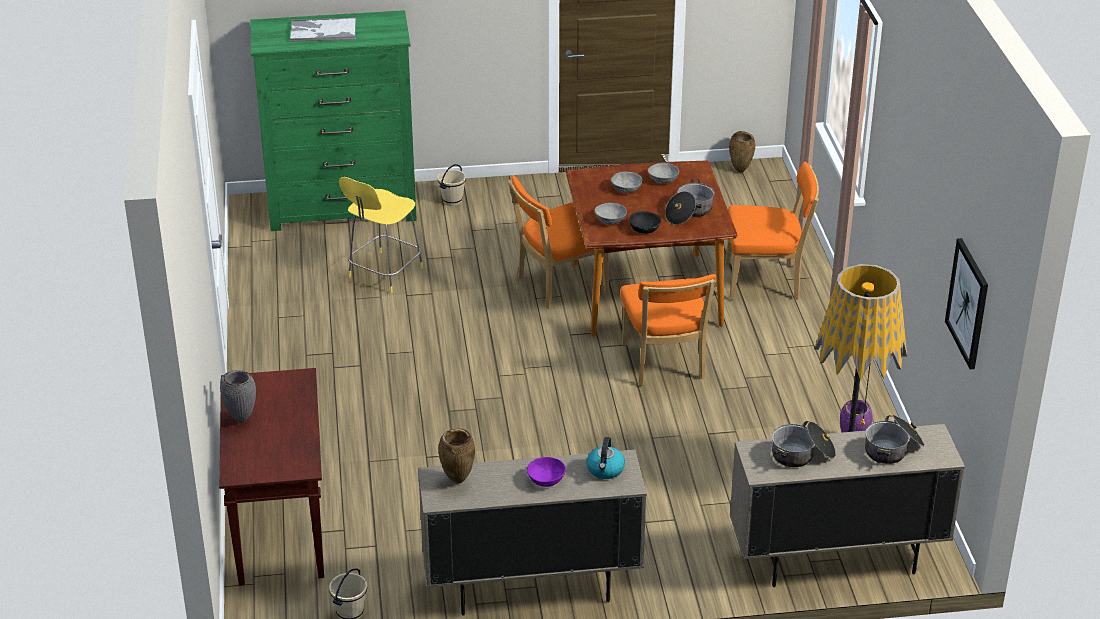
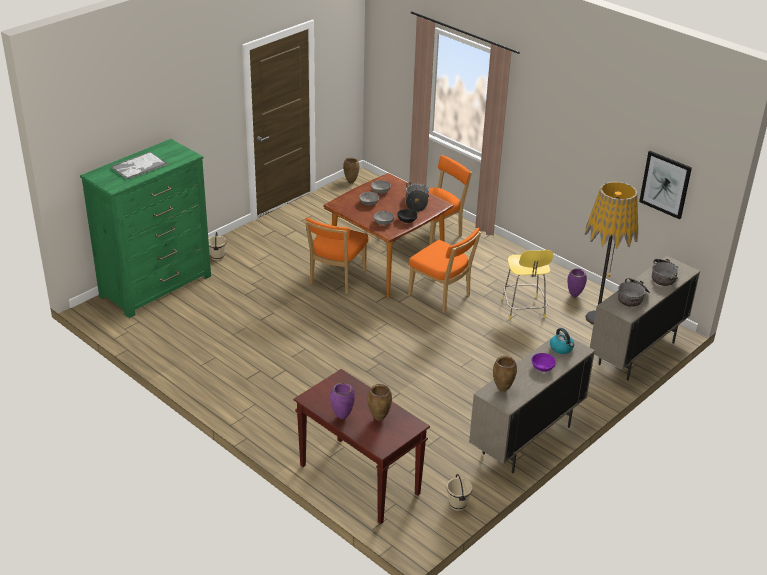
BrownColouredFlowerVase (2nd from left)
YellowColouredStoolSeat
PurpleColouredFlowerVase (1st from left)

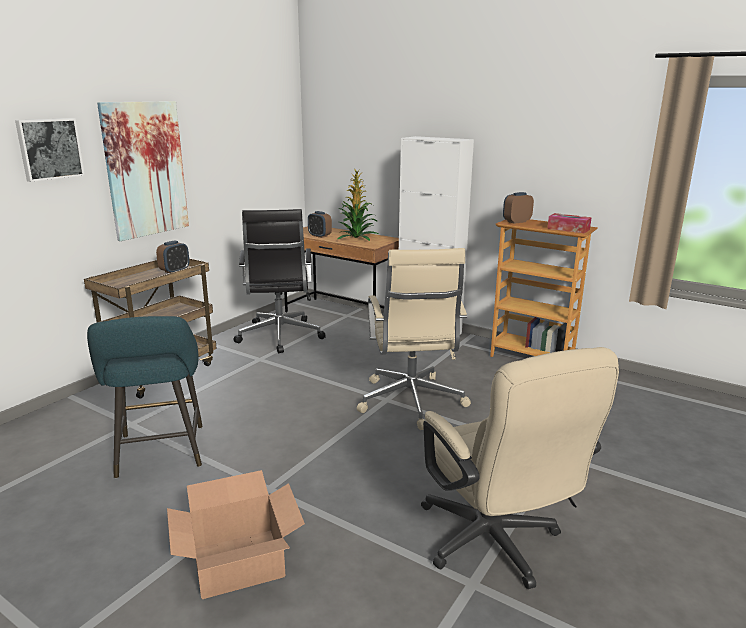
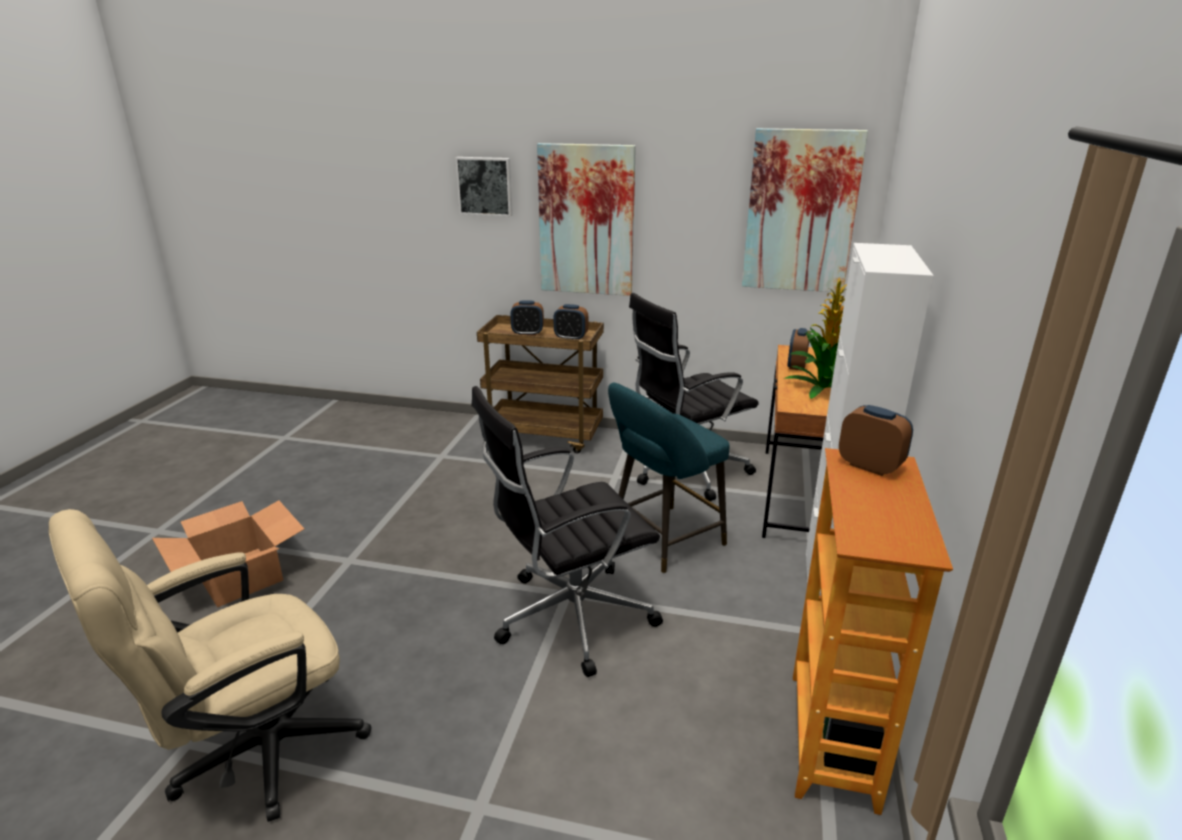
TissueHolder
TableClock (1st from left)
WallArt (3rd from left)
TurquoiseColouredStoolSeat
BlackColouredDeskChair (1st from left)

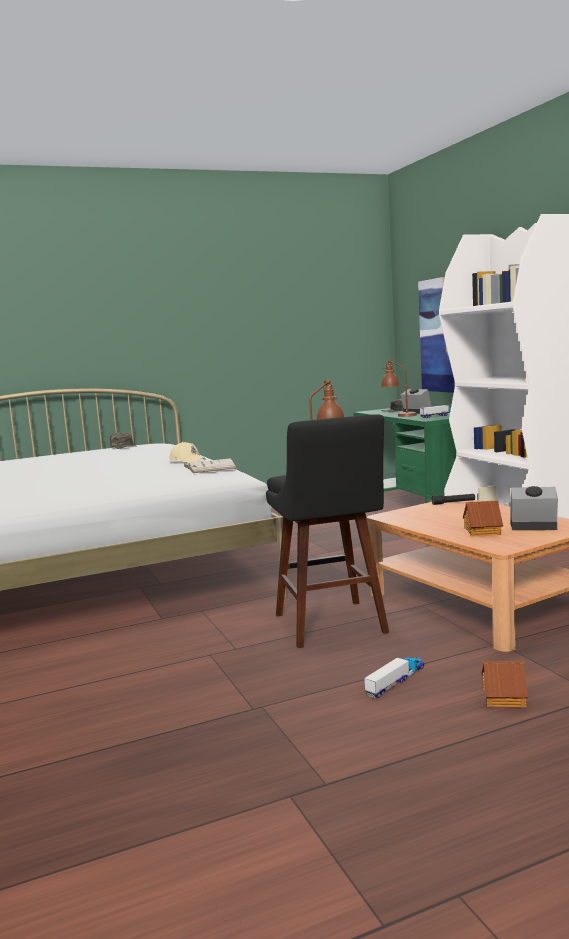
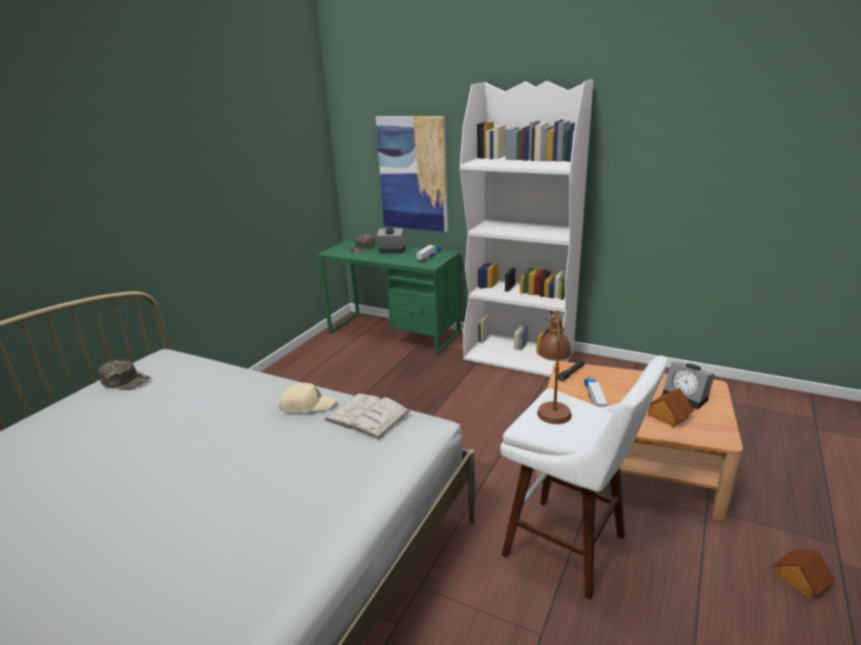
BrownColouredTableLamp (2nd from left in the first image)
ToyTruck (2nd from left)
WhiteStoolSeat
TableClock (2nd from left)

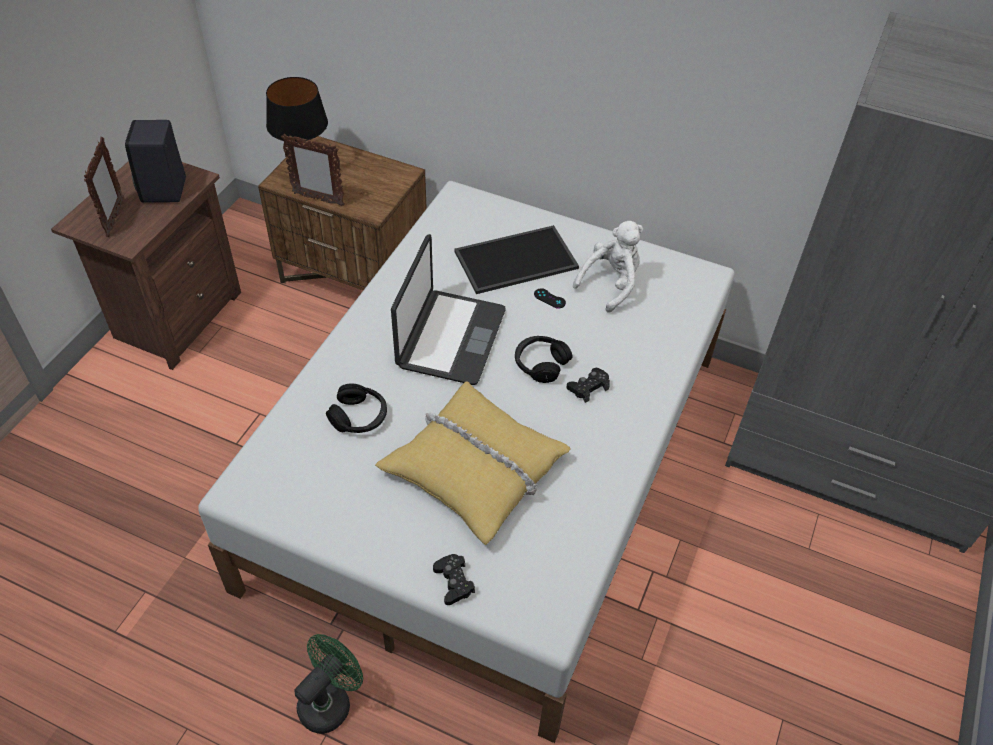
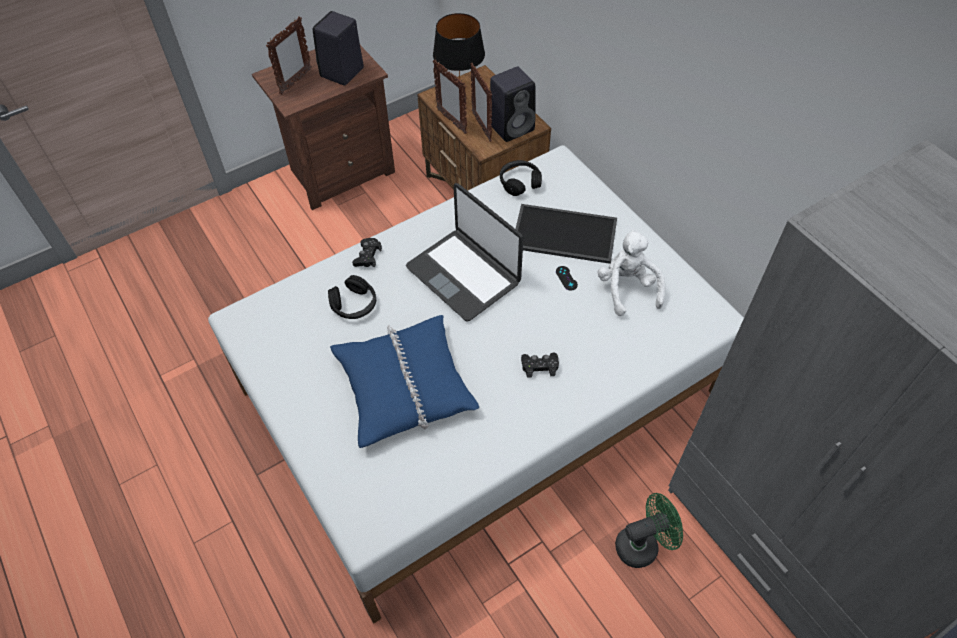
PhotoFrame (3rd from left)
BlackColouredLoudspeaker (2nd from left)
GreenishCoolingFan
BlackColouredGameController (1st from left)
BlackColouredHeadphones (2nd from left)
BlueThrowPillow
PortableComputer
WhiteSoftToy

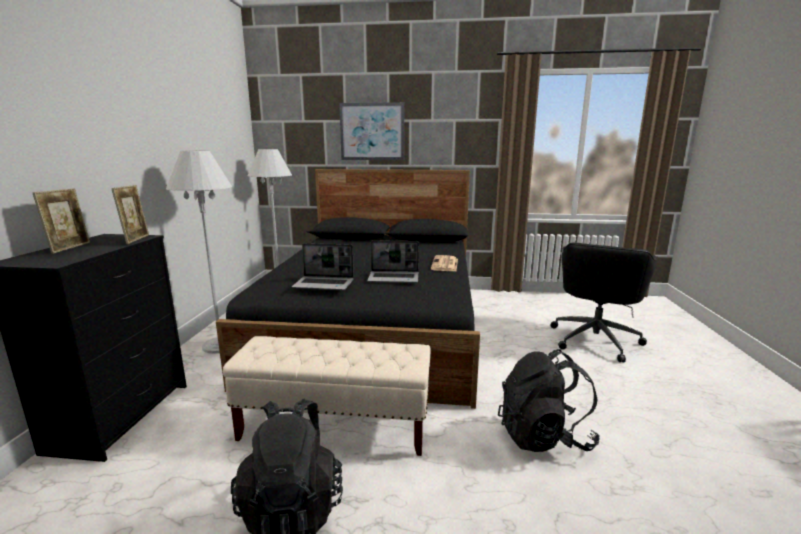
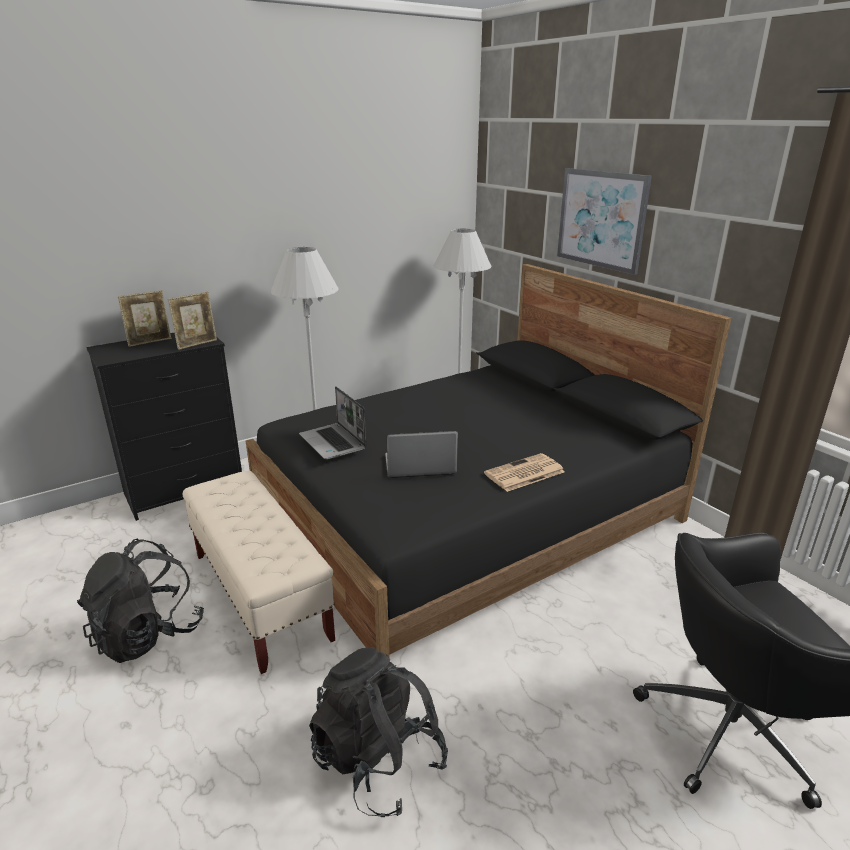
PortableComputer (2nd from left)

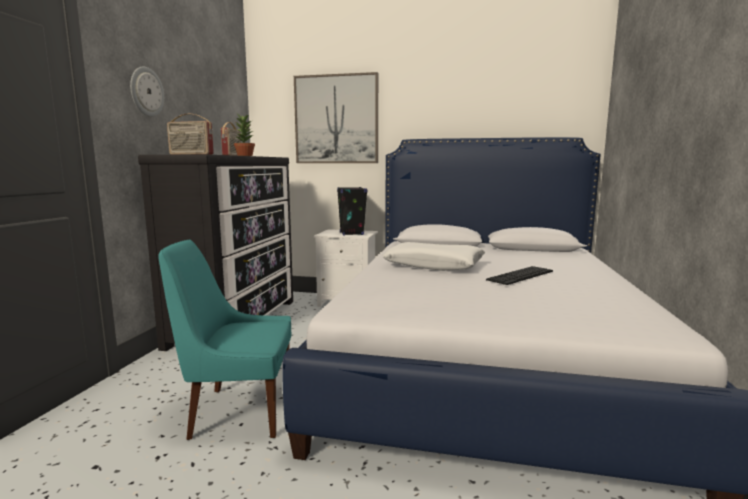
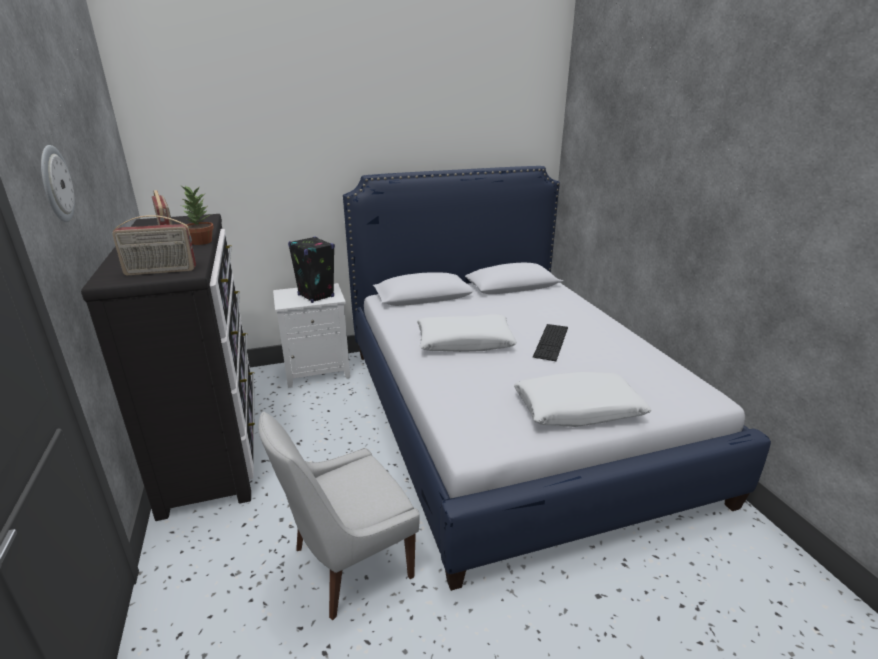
WallArt
WhiteThrowPillow (2nd from left)
WhiteUprightChair

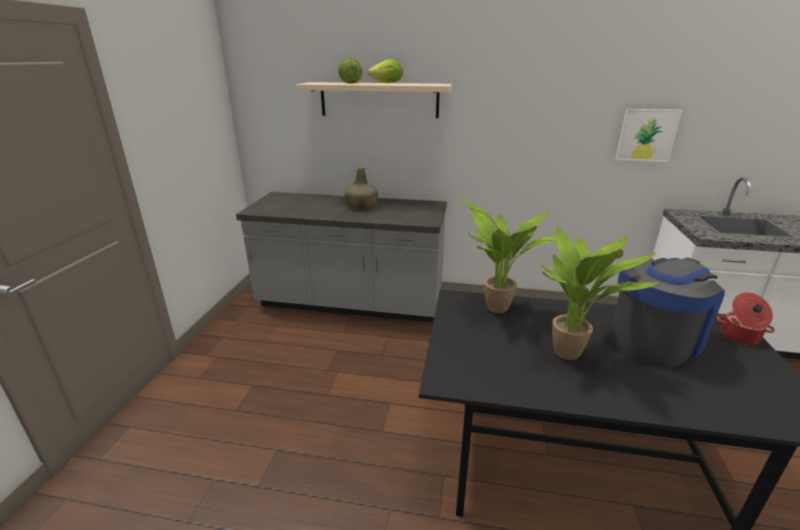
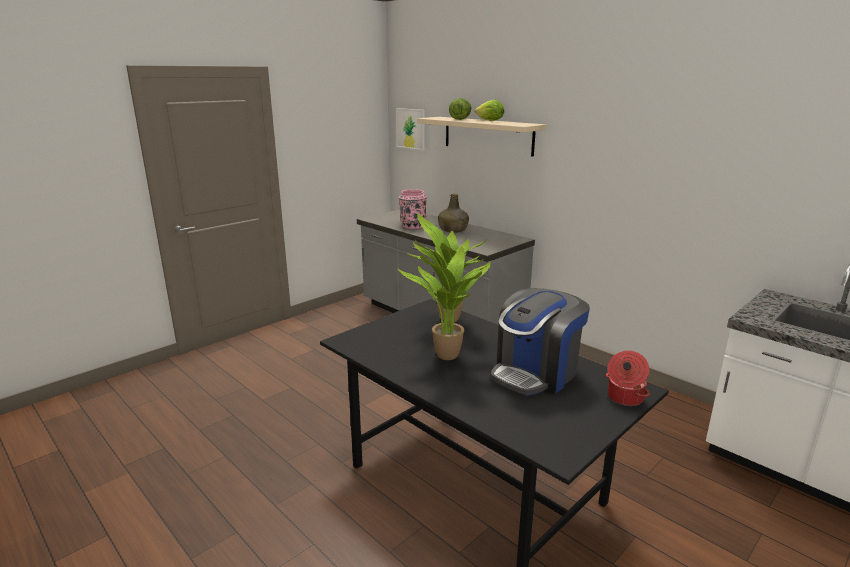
PinkishFlowerVase
WallArt
CoffeeMachine

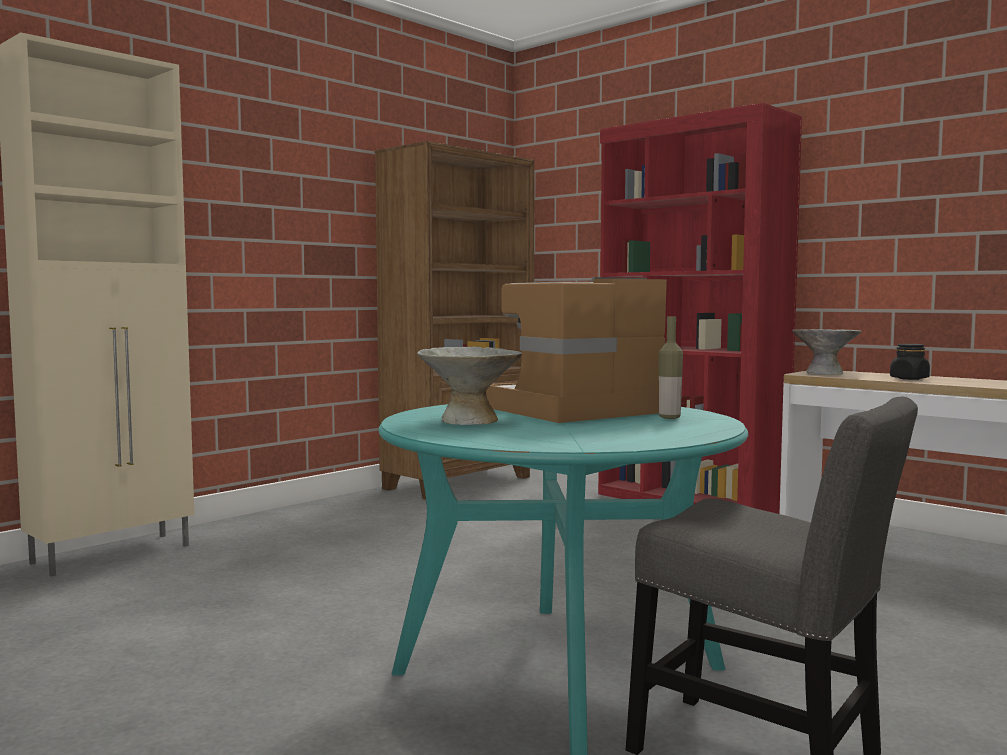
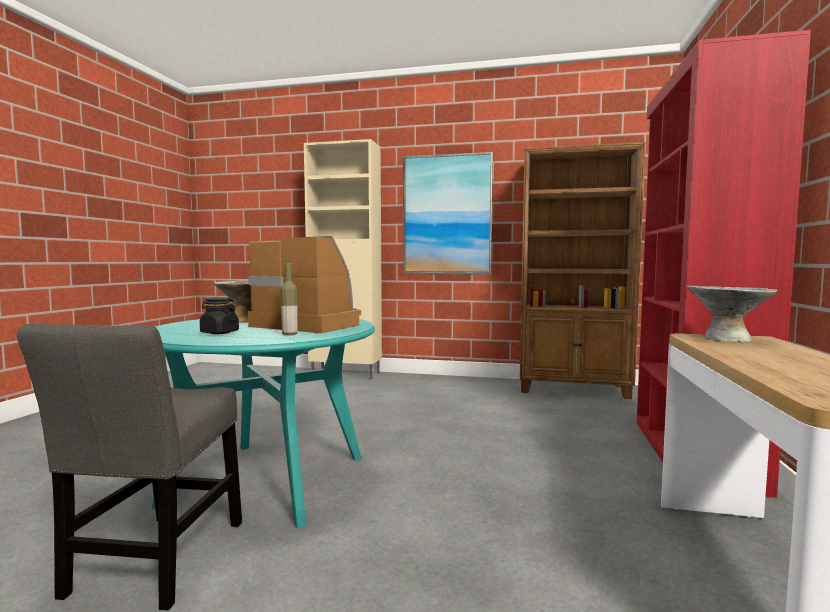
WallArt
BlackColouredStorageJar

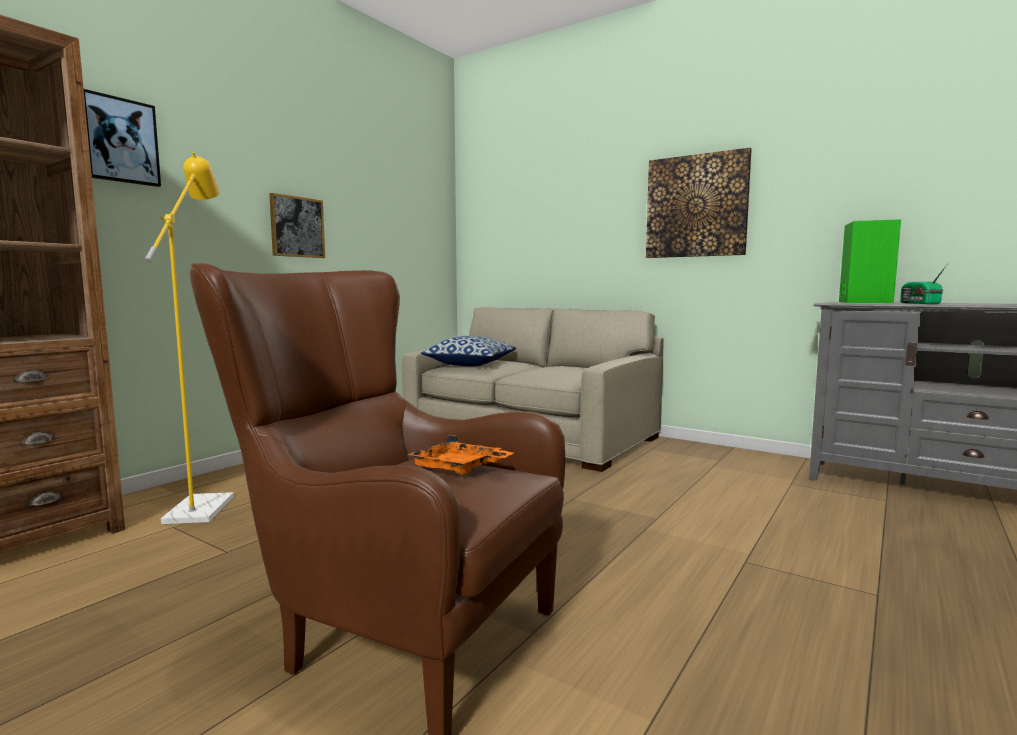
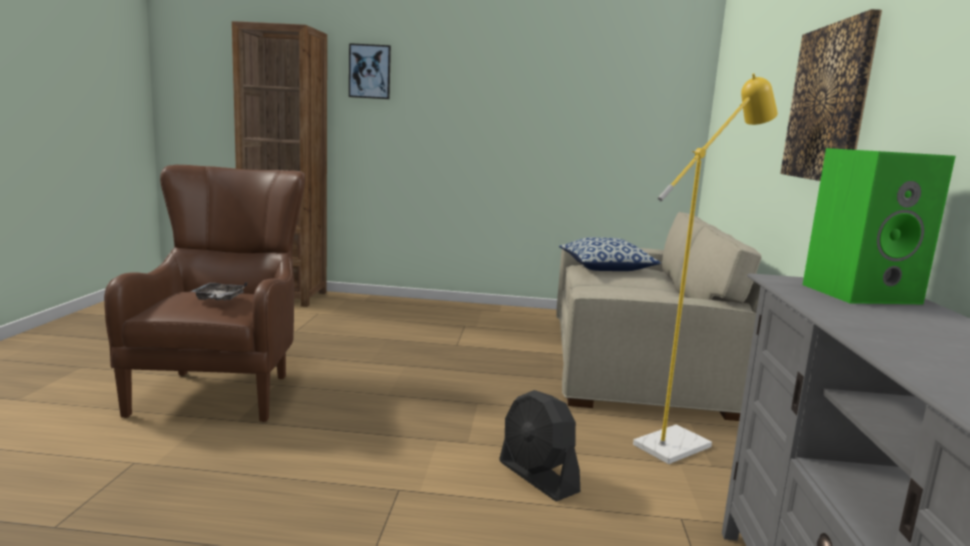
WallArt (2nd from left in the first image)
RadioSet
BlackColouredCoolingFan
YellowColouredFloorLamp
GreyTray

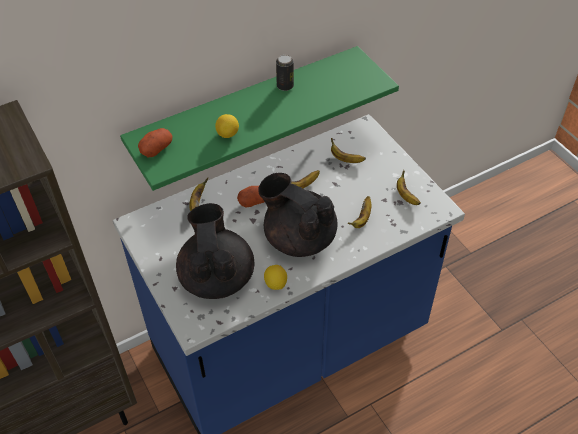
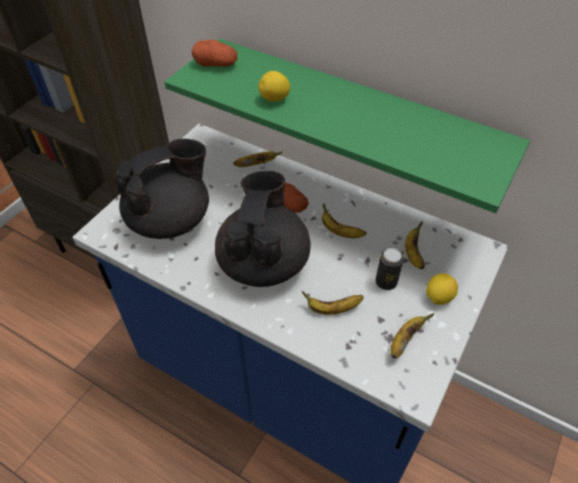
Lemon (2nd from left)
Can

